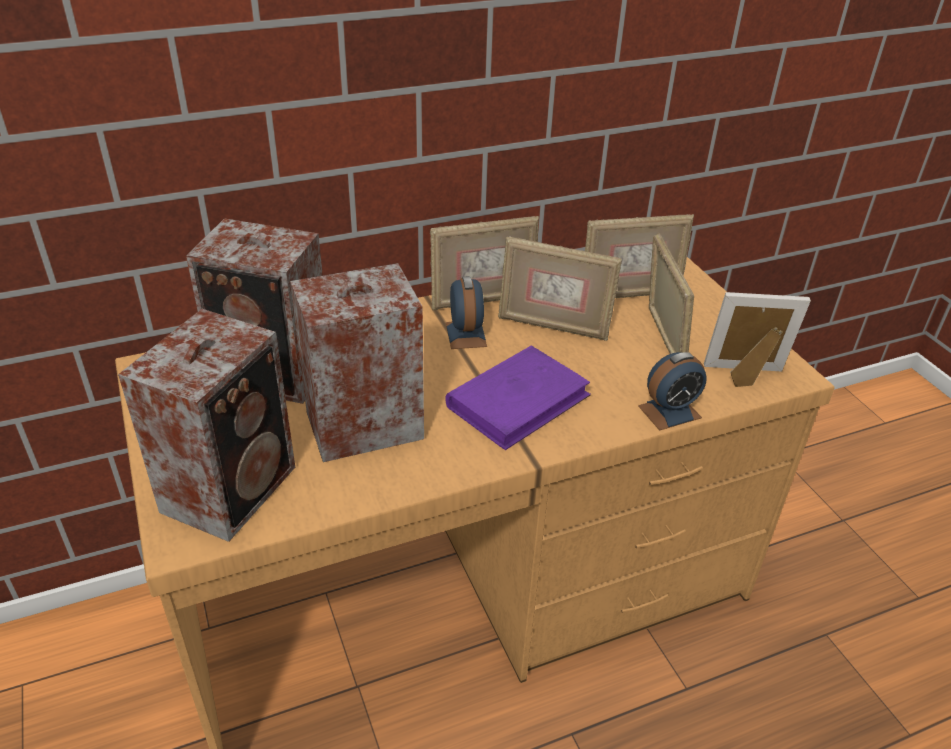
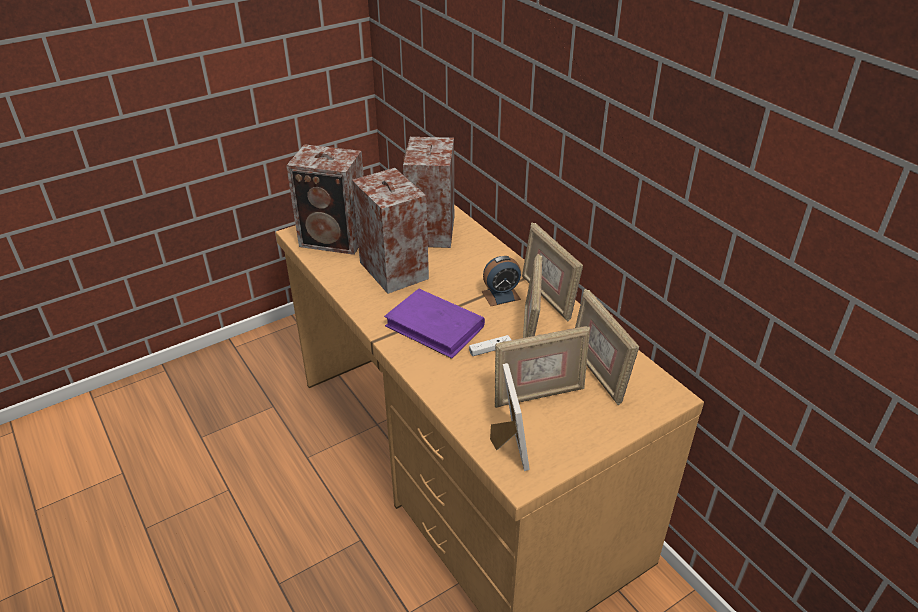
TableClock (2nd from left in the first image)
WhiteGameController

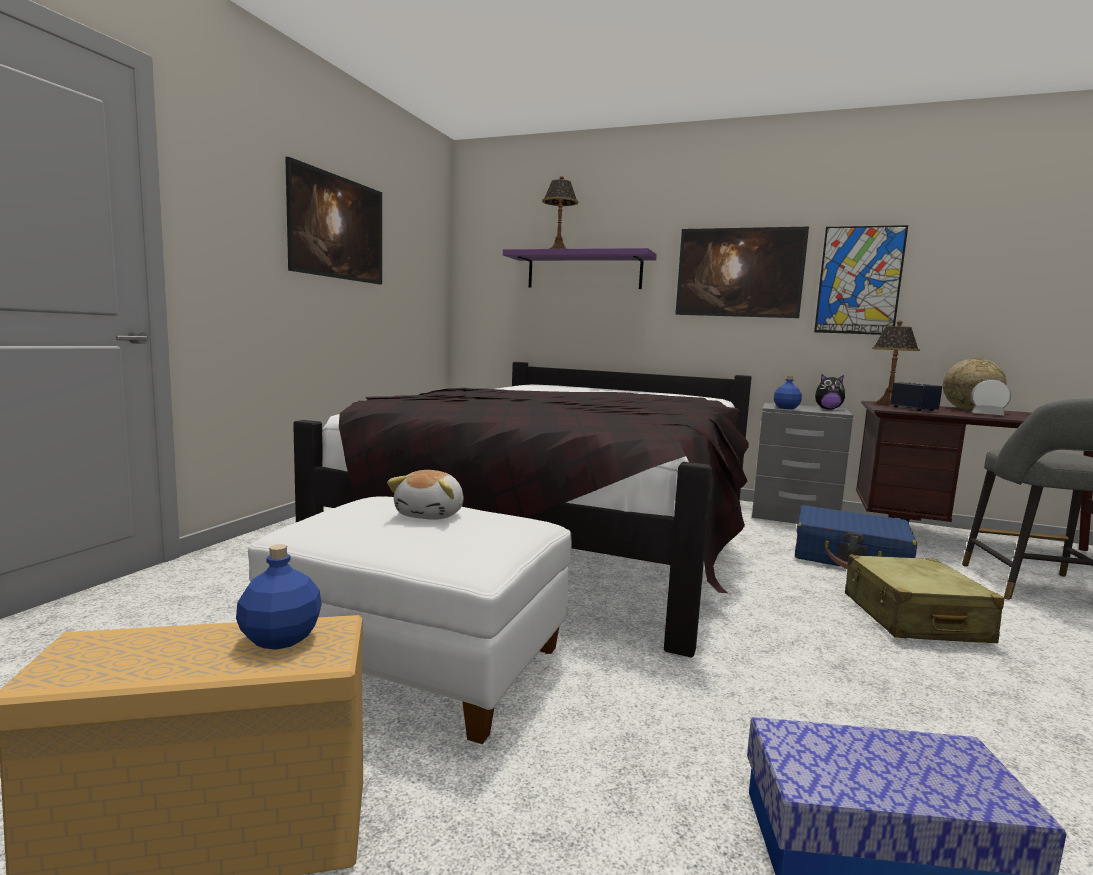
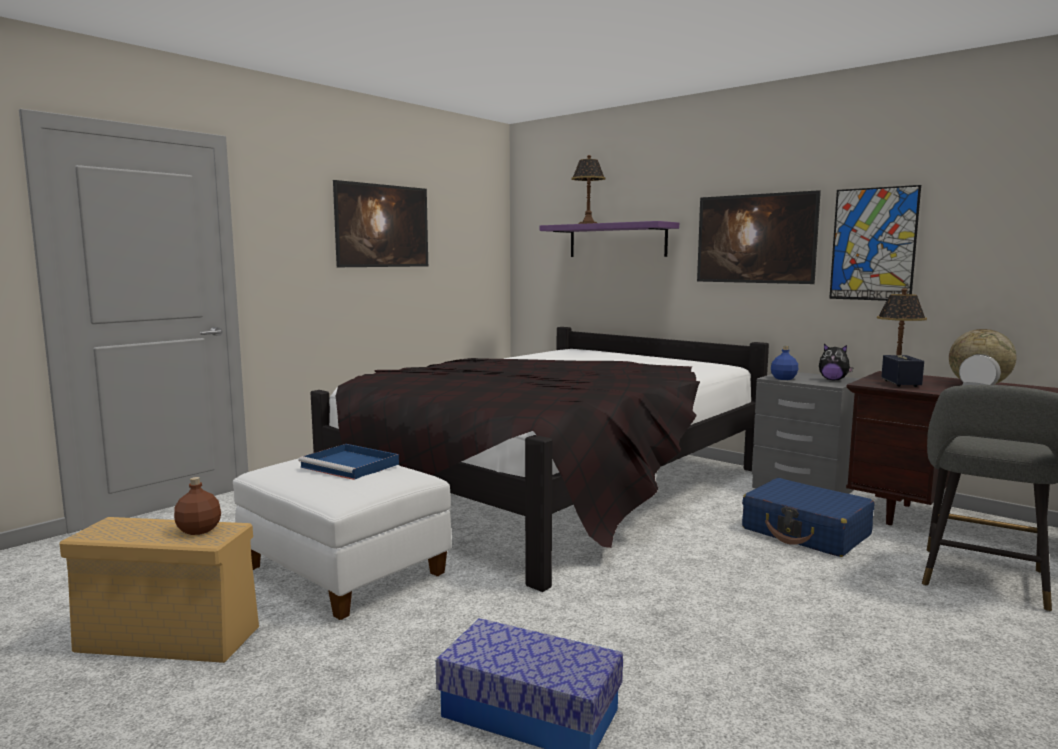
SandColouredTravelCase
BlueTray
BrownColouredBottle

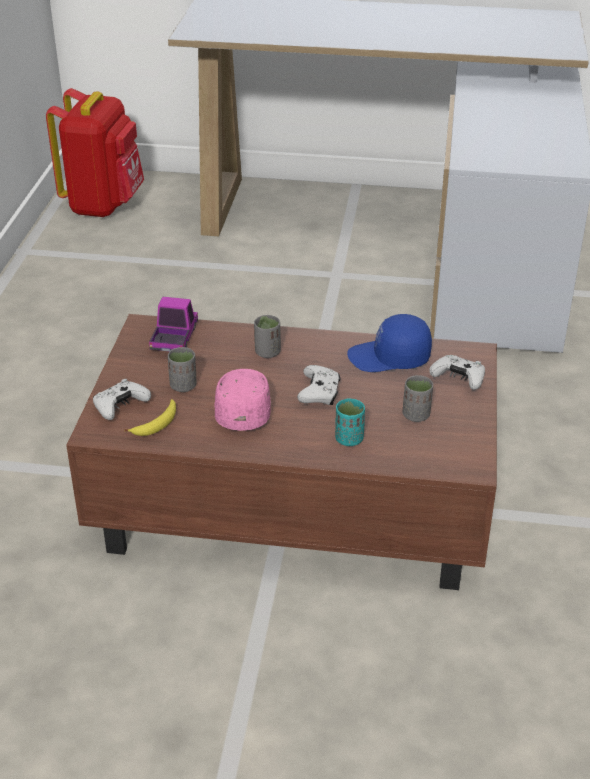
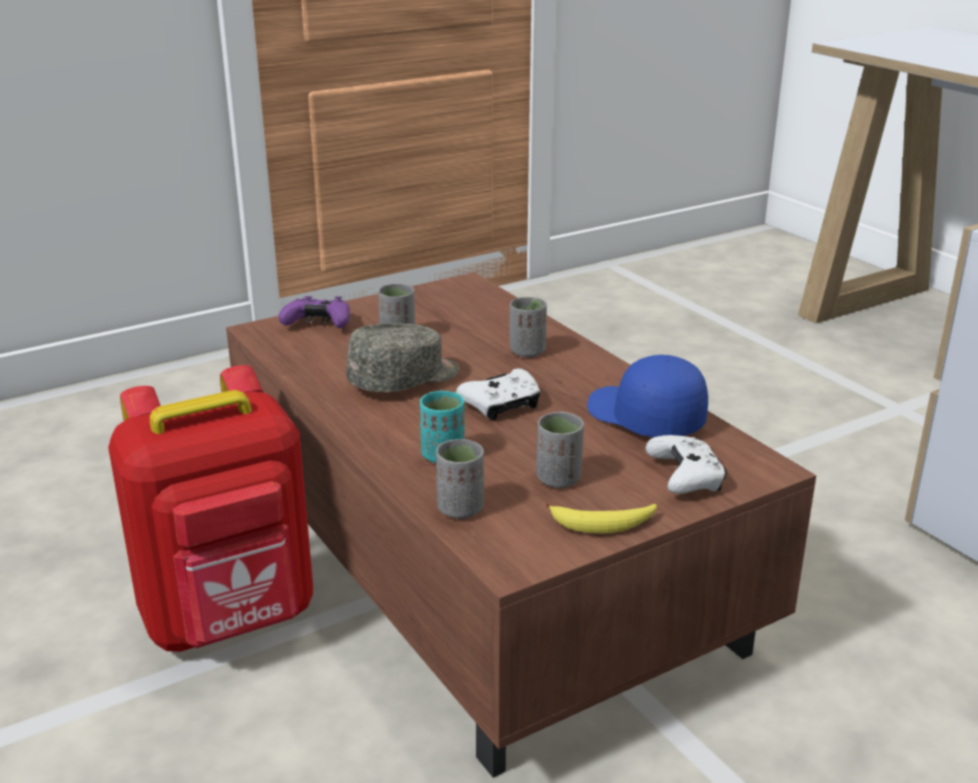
ToyTruck
GreyDrinkingCup (2nd from left)
RedBackpack
WholeBanana
PurpleColouredGameController
GreyBaseballCap

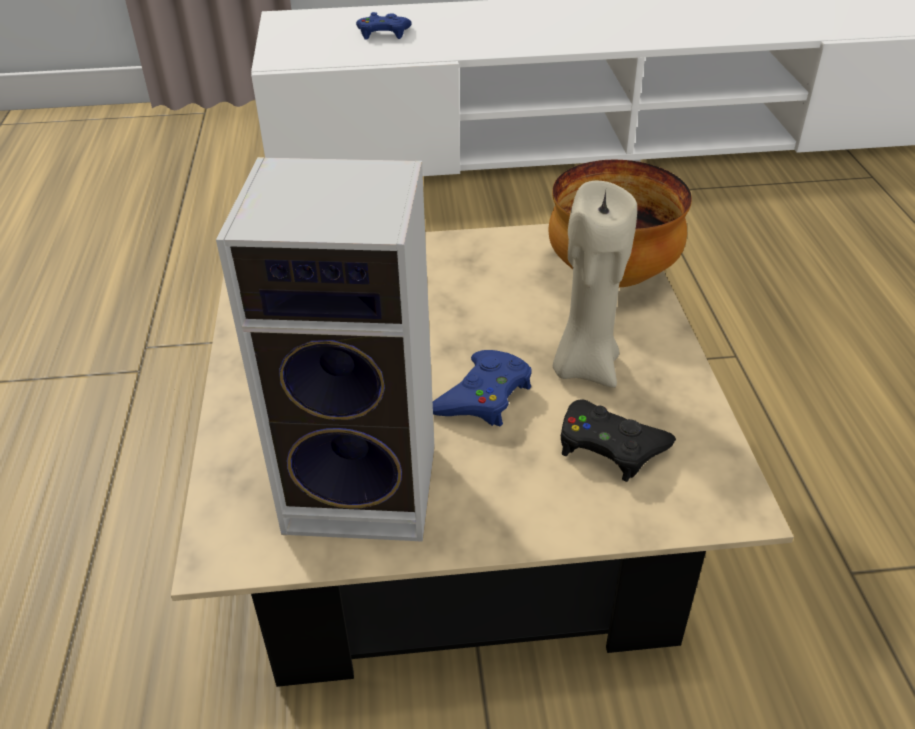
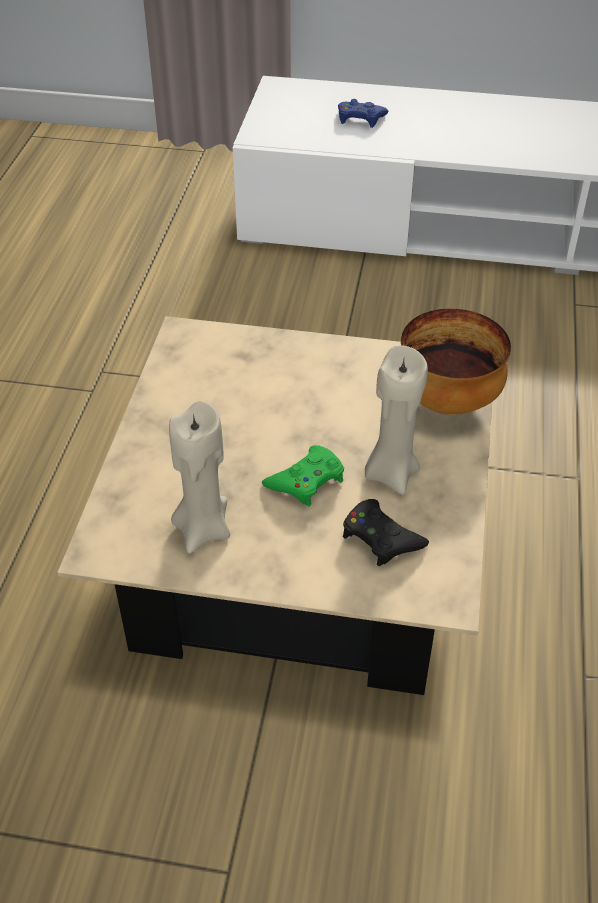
SandColouredWaxCandle (1st from left)
GreenishGameController

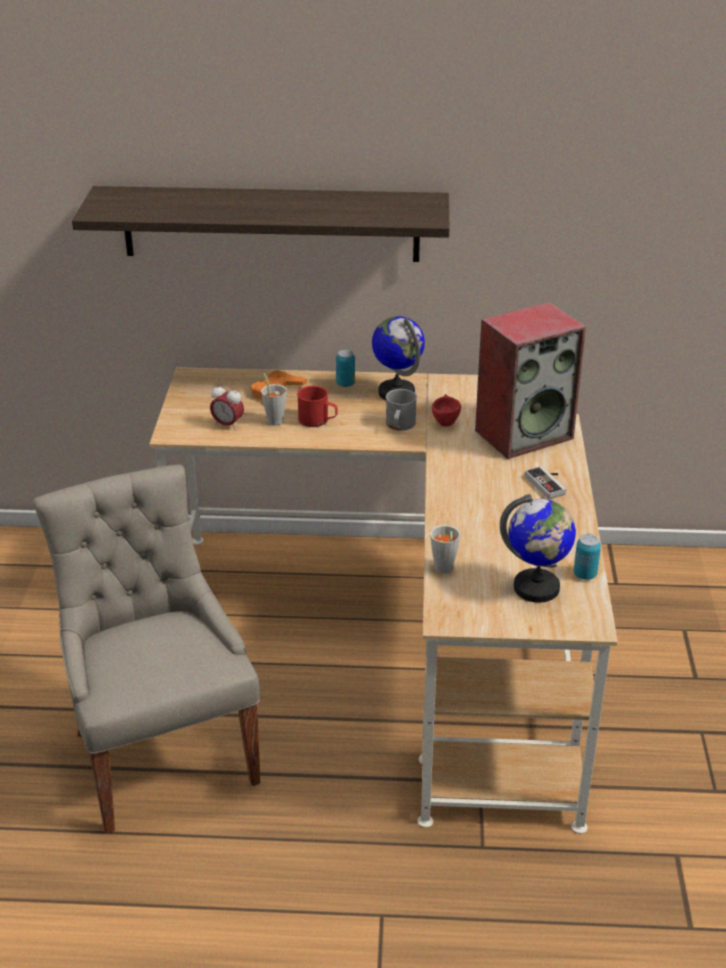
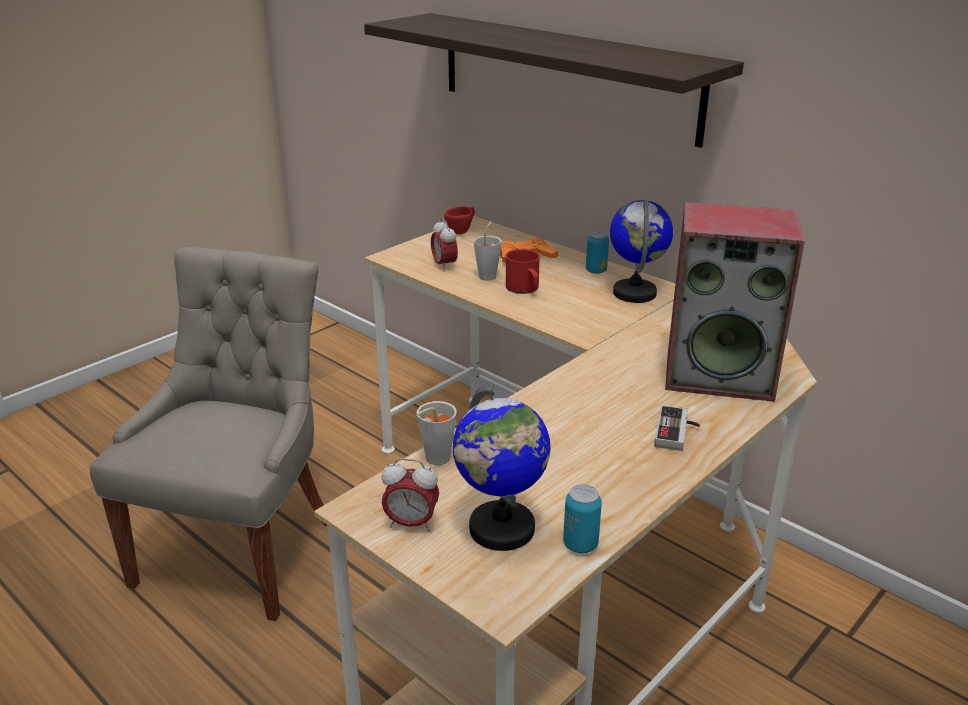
GreyTeaMug
TableClock (1st from left)
RedDrinkingCup

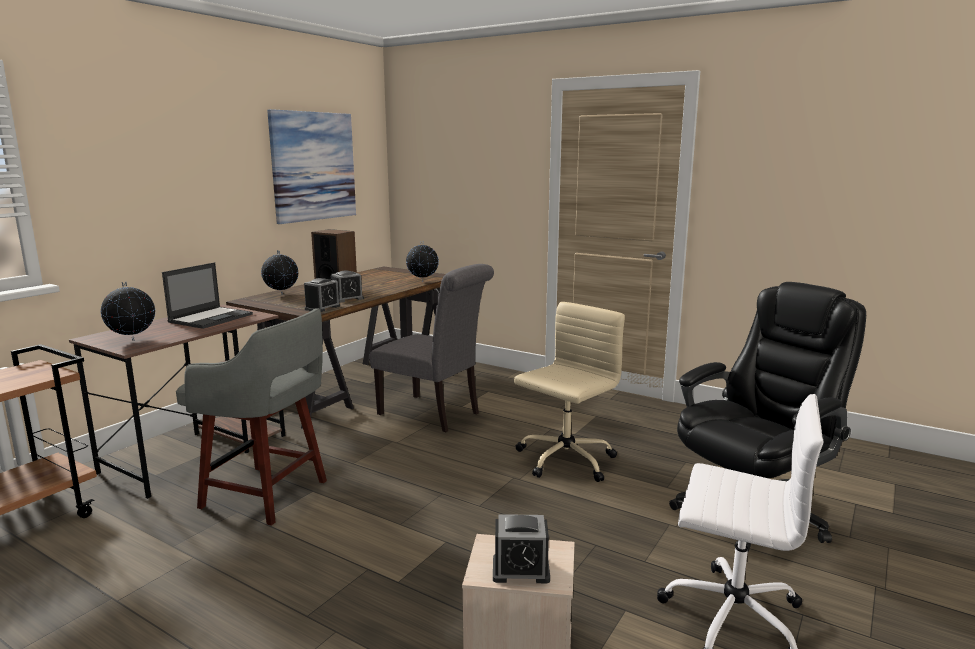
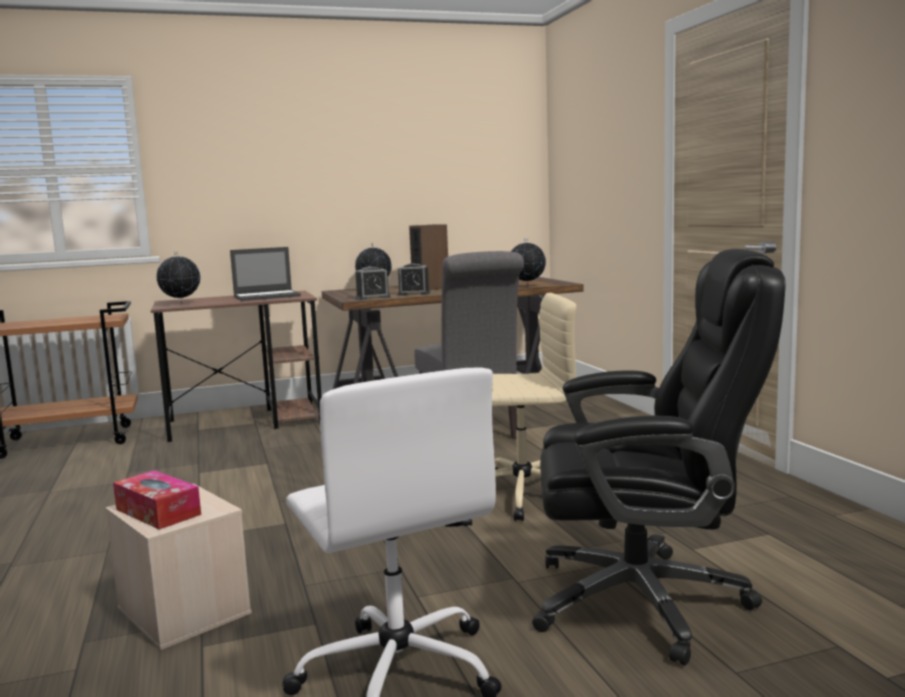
GreyStoolSeat
WallArt
TissueHolder

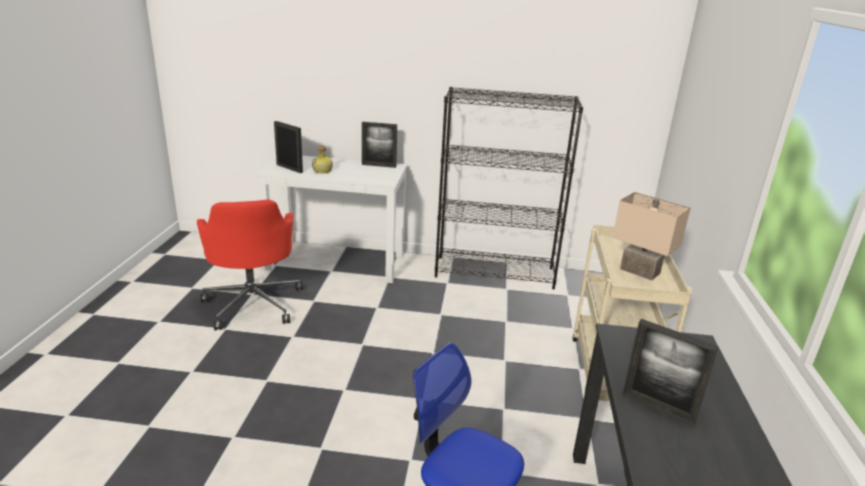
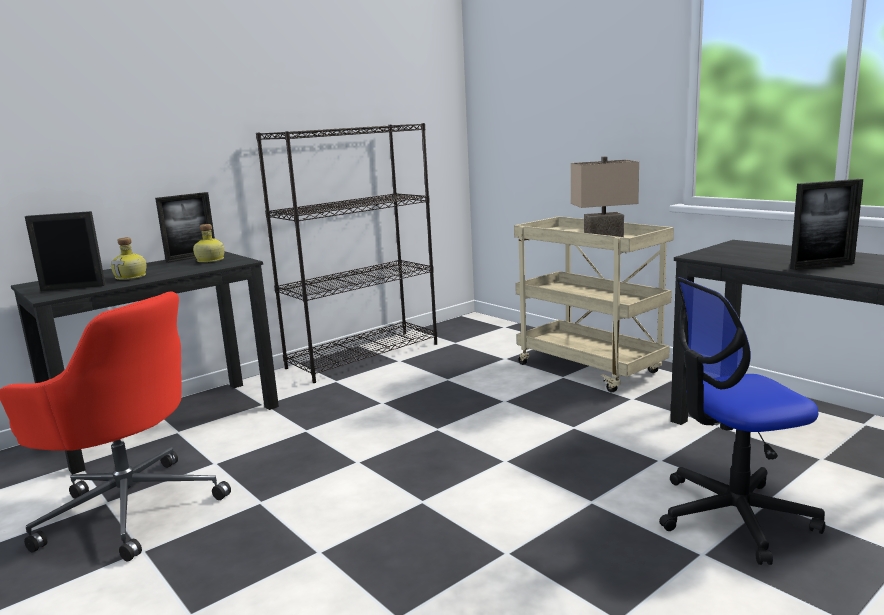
Bottle (2nd from left)
BlackColouredDesk (1st from left)

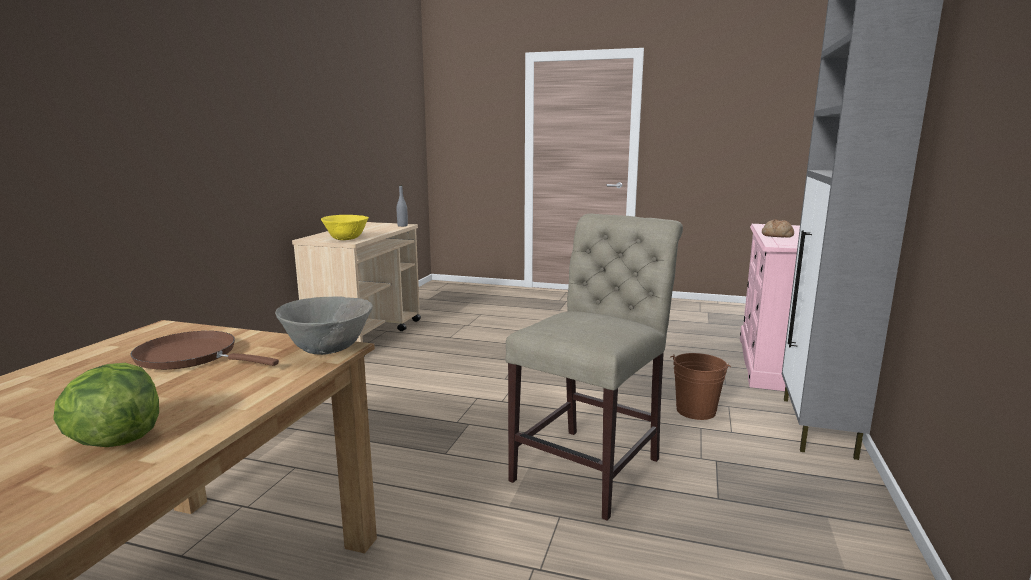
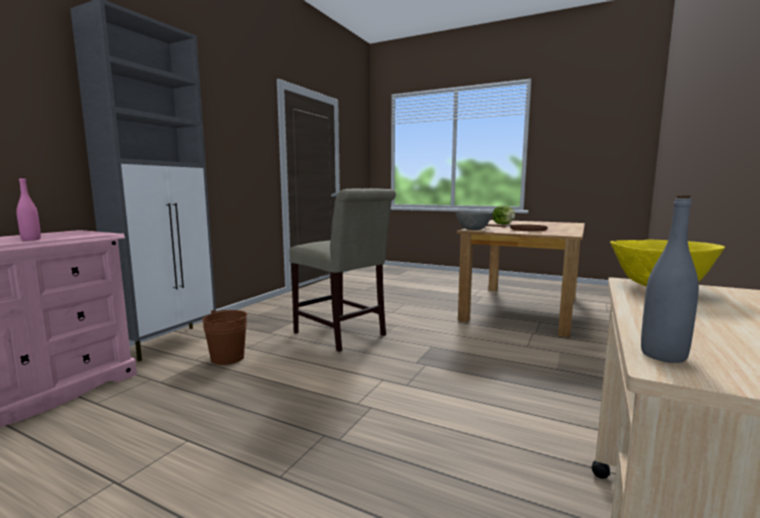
PinkishBottle
SandColouredUprightChair

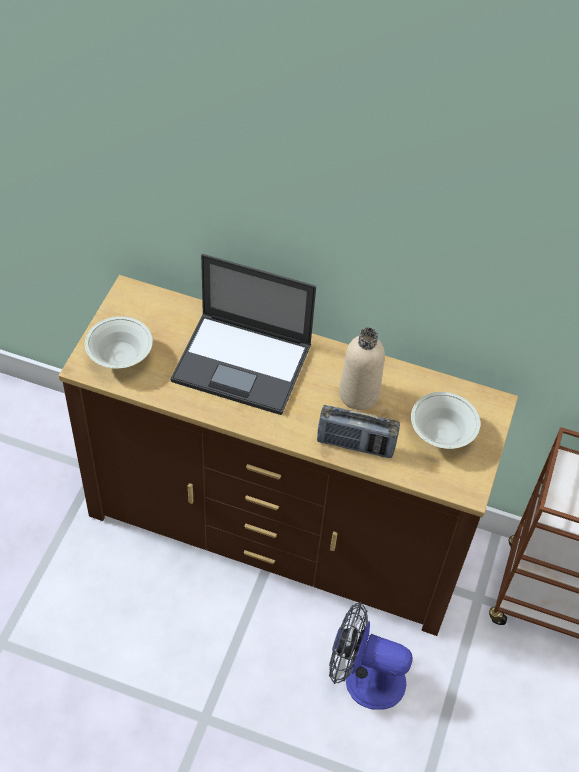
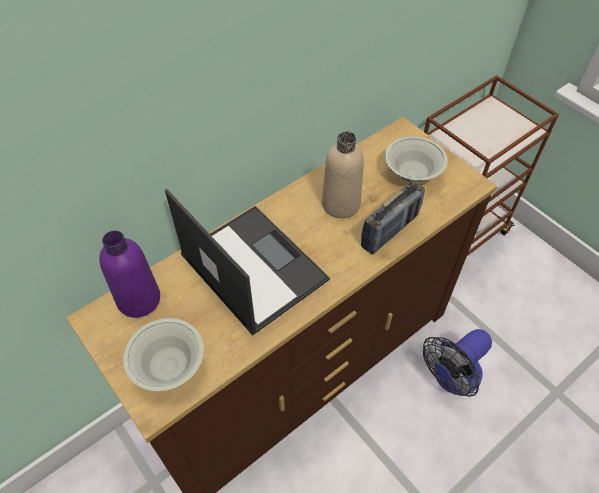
PurpleColouredBottle
PortableComputer

